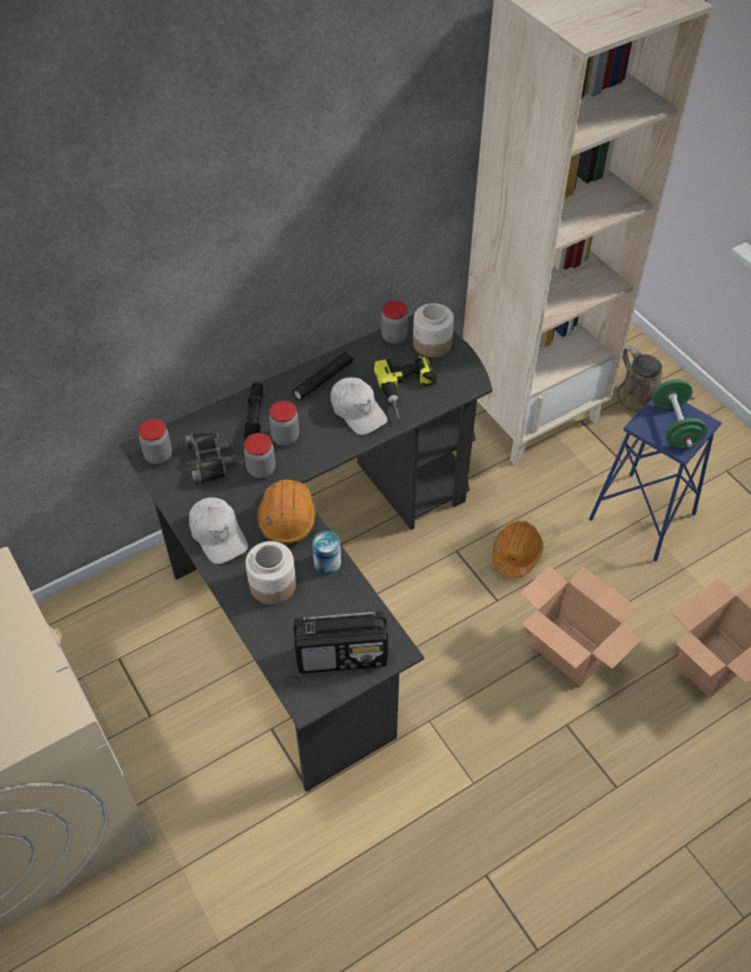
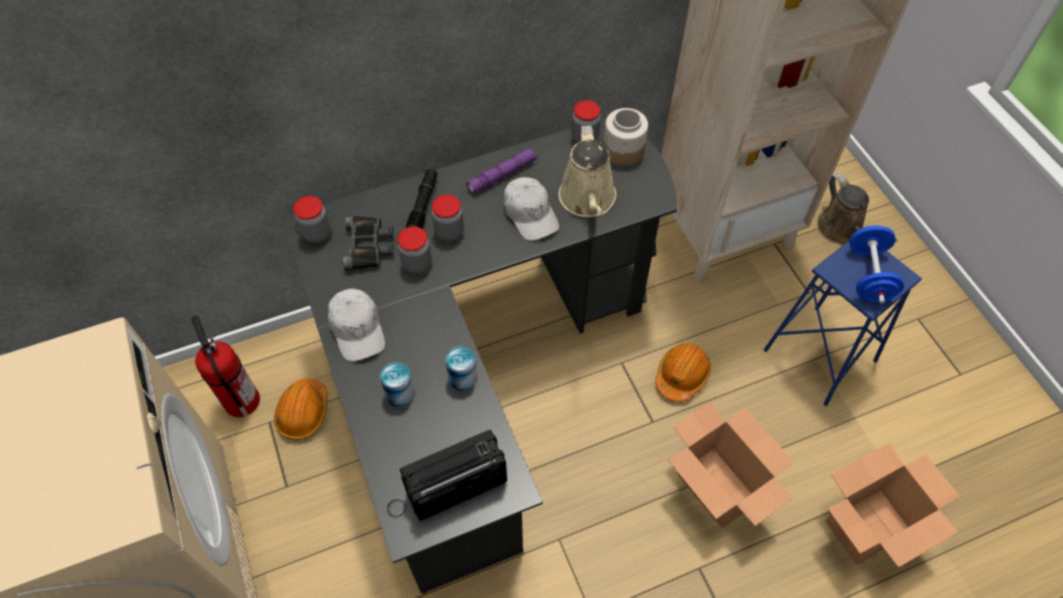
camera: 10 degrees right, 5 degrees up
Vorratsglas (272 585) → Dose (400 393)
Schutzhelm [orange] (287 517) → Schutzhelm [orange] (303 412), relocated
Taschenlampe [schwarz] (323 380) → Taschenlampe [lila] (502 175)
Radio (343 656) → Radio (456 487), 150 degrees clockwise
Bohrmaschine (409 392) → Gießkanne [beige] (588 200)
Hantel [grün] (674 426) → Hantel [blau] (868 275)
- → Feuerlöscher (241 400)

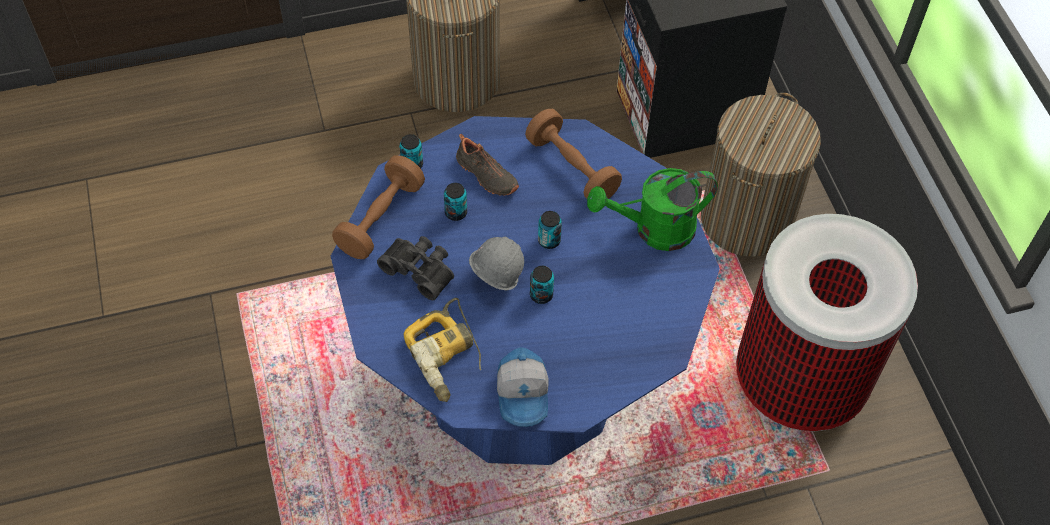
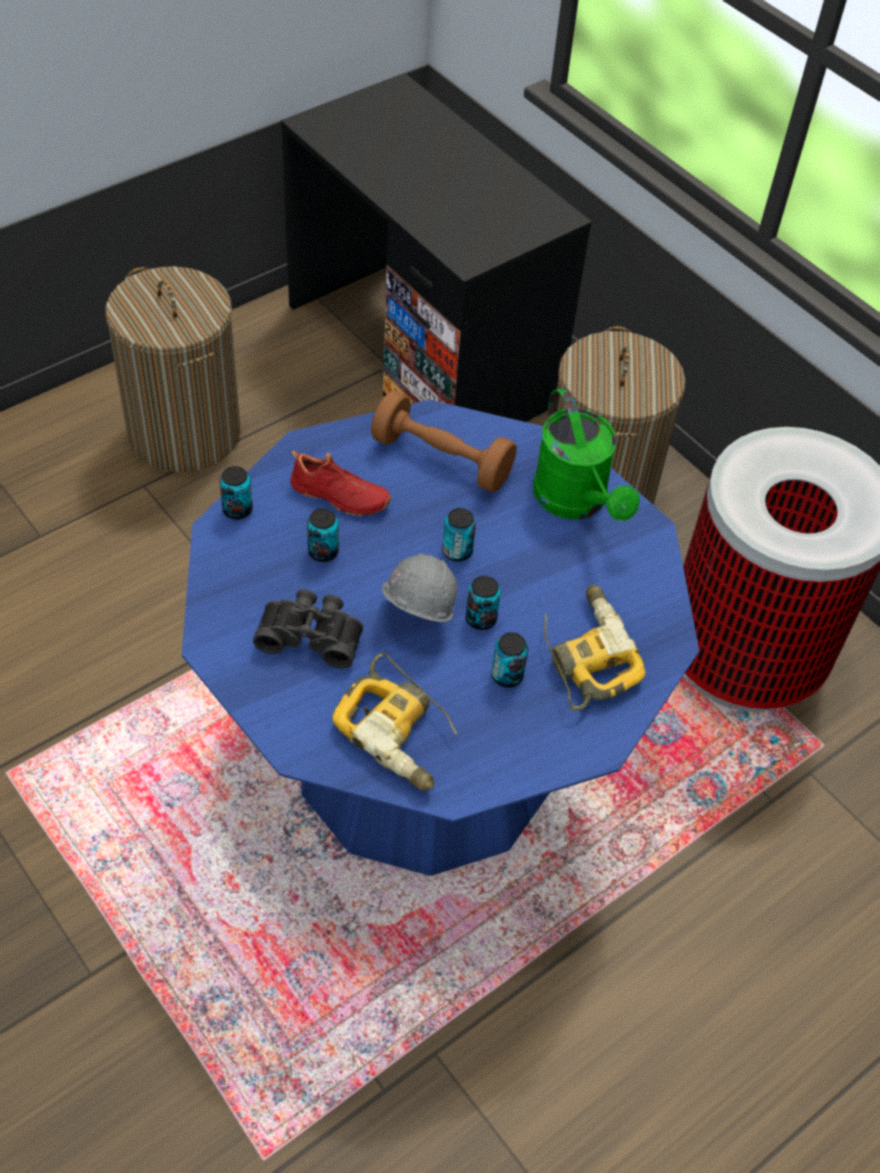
camera: 25 degrees left, 5 degrees down
Hantel [braun] (380 218) → -
Schuh [schwarz] (485 176) → Schuh [rot] (339 497)
Kappe (524 394) → -
Gießkanne [grün] (654 230) → Gießkanne [grün] (576 502), 75 degrees counterclockwise
- → Dose (507 676)
- → Bohrmaschine (585 654)

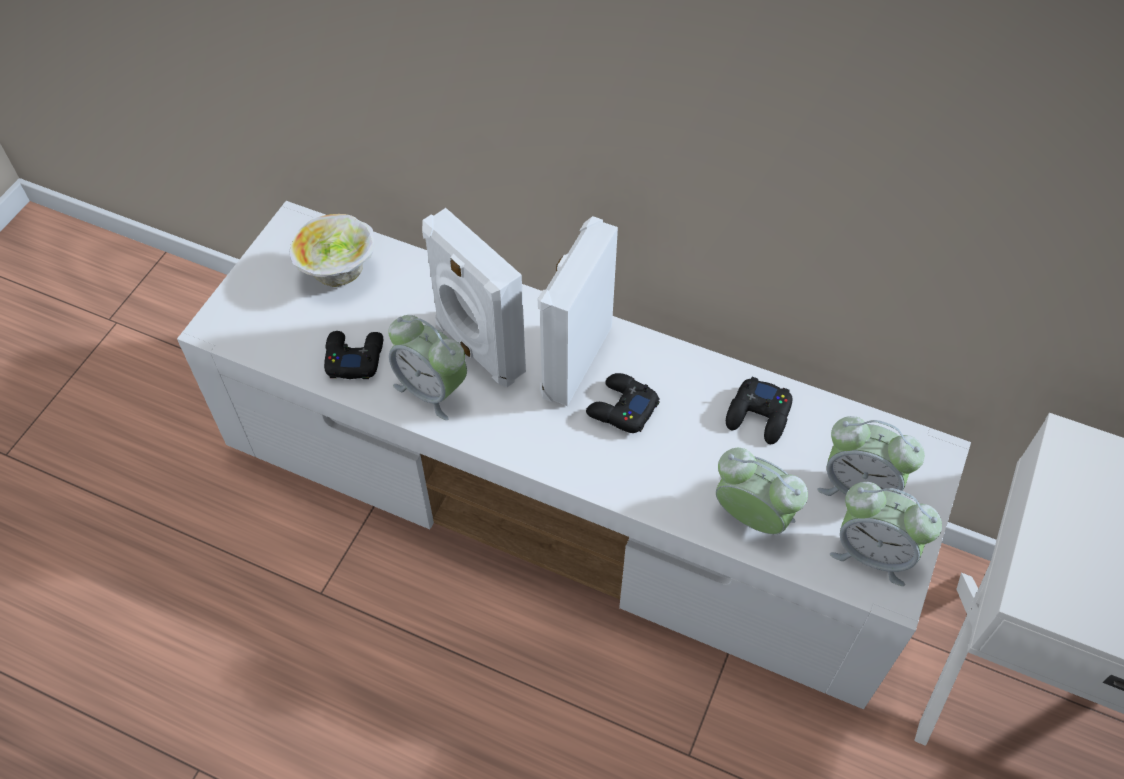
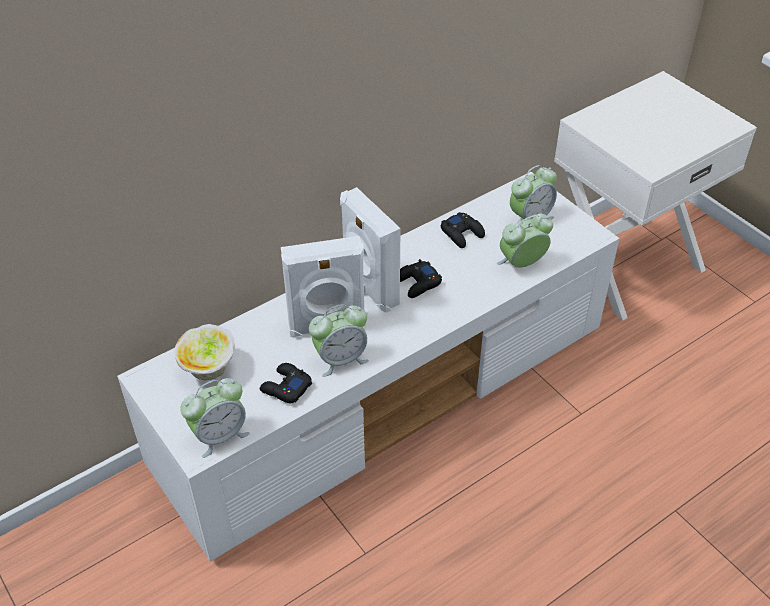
camera: 60 degrees left, 10 degrees down
Wecker (873 553) → Wecker (219 435), relocated

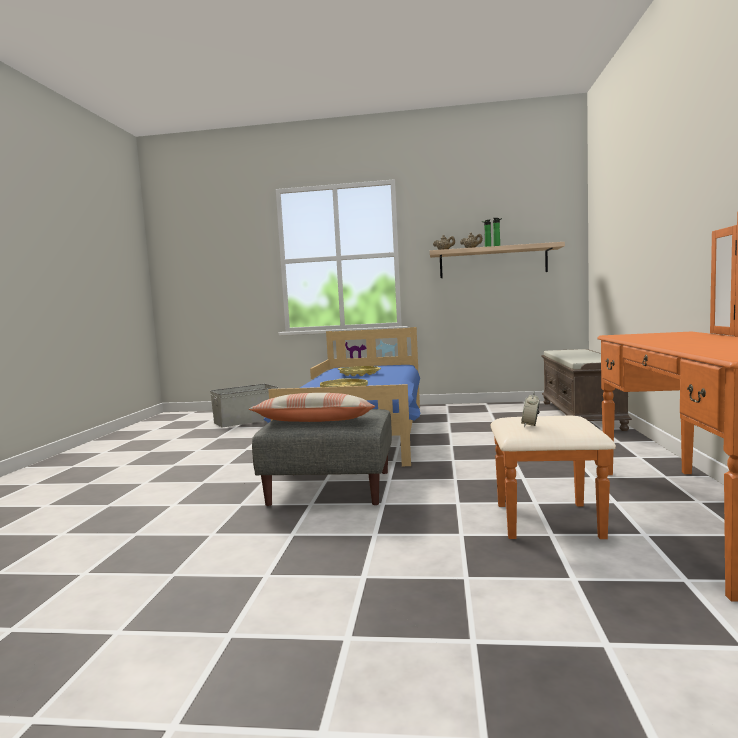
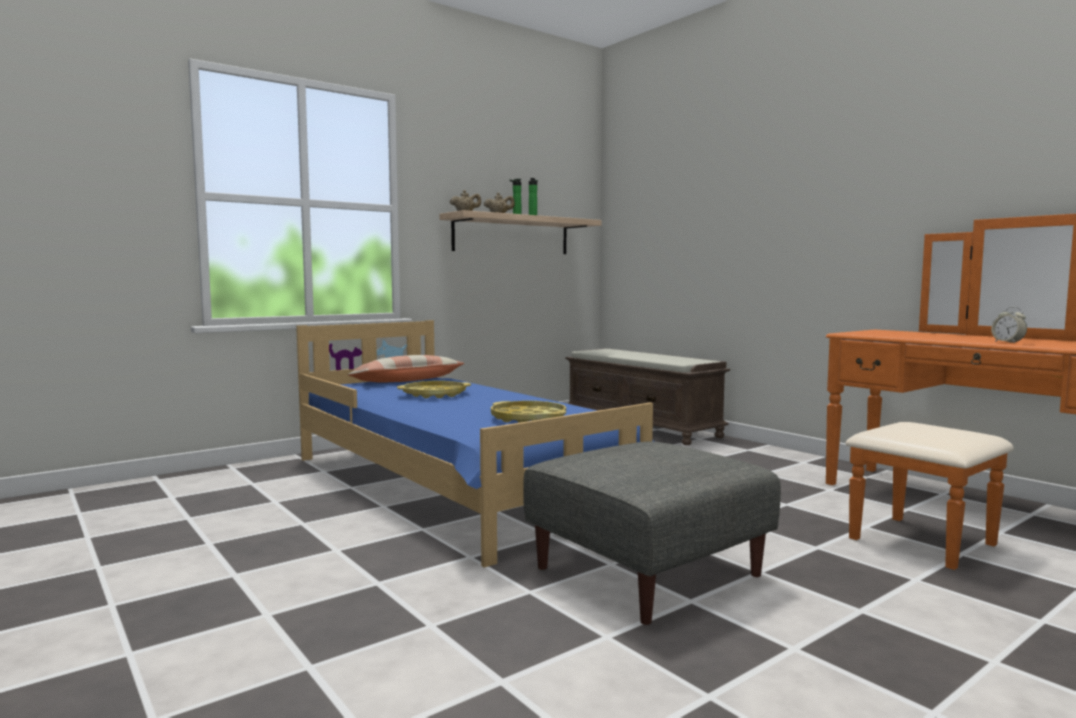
camera: 45 degrees left, 0 degrees up
Aufbewahrungsbox [grau] (246 420) → -
Kissen (315 421) → Kissen (407 381), relocated
Wecker (530 425) → Wecker (1008 342), relocated

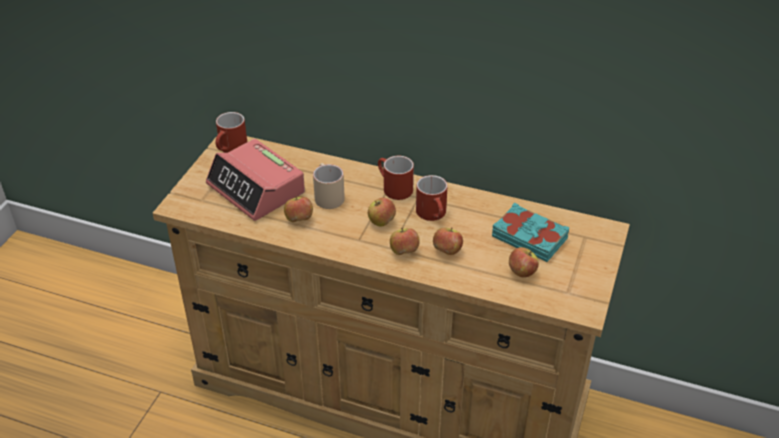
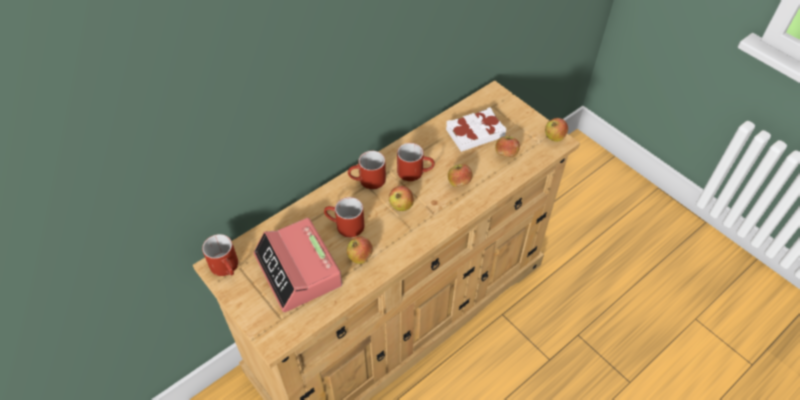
camera: 60 degrees left, 10 degrees up
Wecker (256 189) → Wecker (298 271), 75 degrees clockwise
Henkelbecher [beige] (326 196) → Henkelbecher [rot] (344 226)
Apfel (404 251) → Apfel (554 137), relocated
Buch [türkis] (530 237) → Buch [weiß] (474 133)

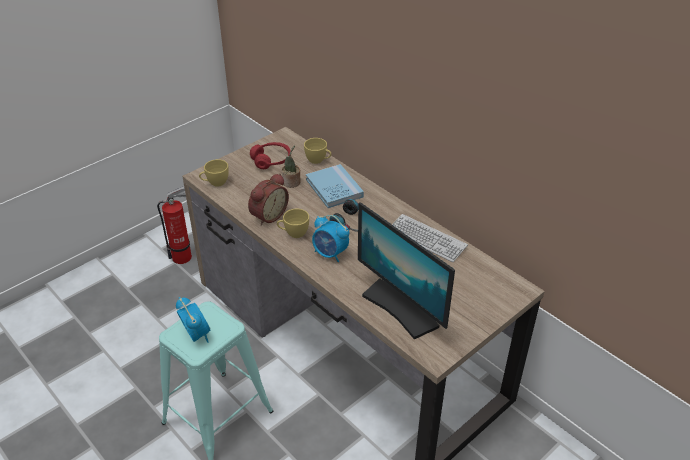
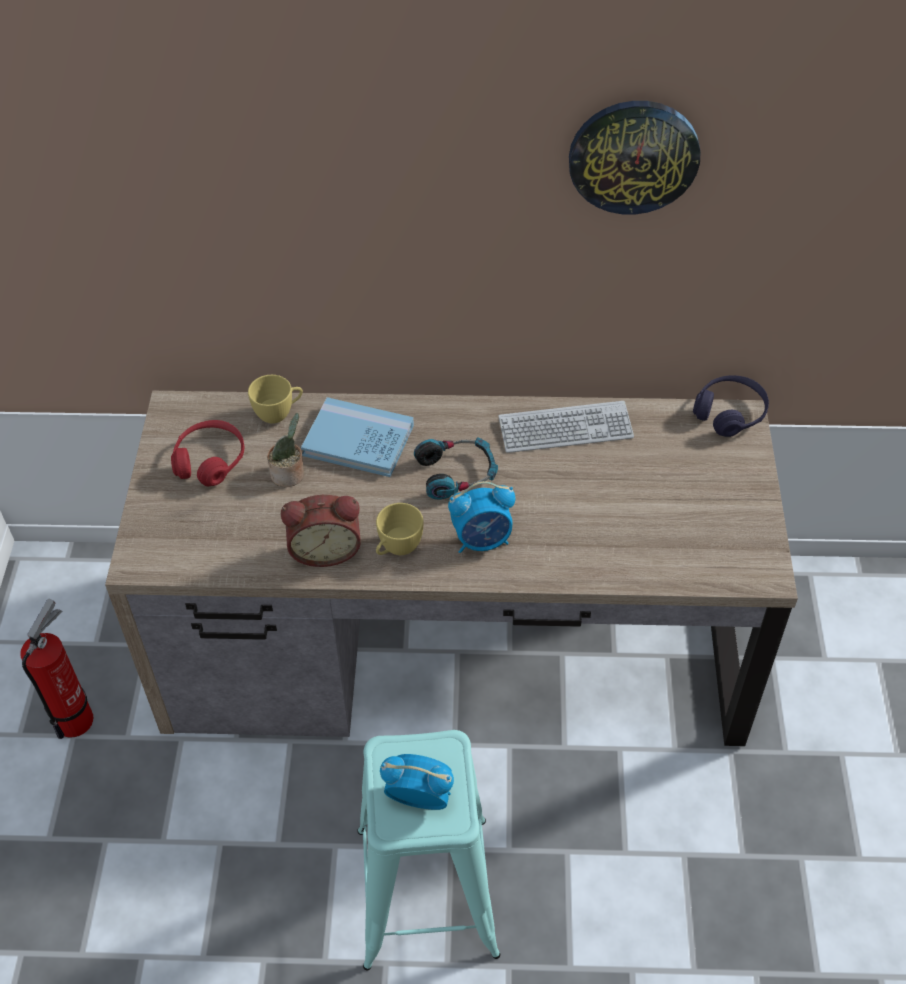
camera: 45 degrees left, 10 degrees up
Tasse [gelb] (215 183) → -
Wecker (268 215) → Wecker (325 549), 90 degrees clockwise
Monitor (401 308) → -
- → Wanduhr (633 156)
- → Kopfhörer [lila] (729 413)

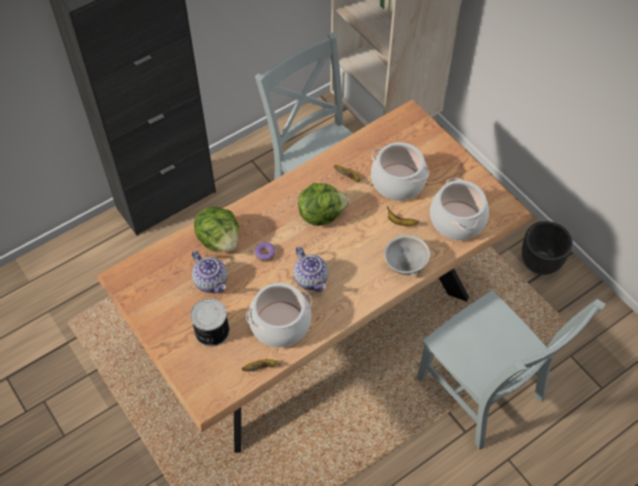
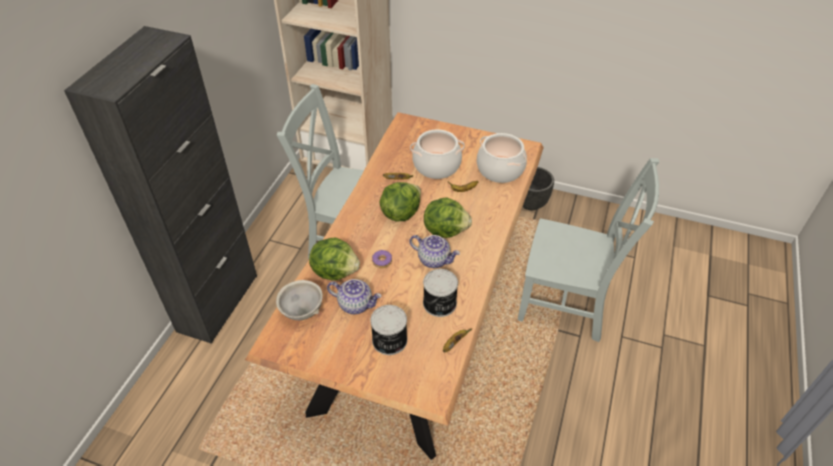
camera: 35 degrees left, 10 degrees down
Kochtopf (280 324) → Dose (440 304)
Schüssel [grau] (405 265) → Schüssel [grau] (302 312), relocated
- → Salatkopf (445 230)

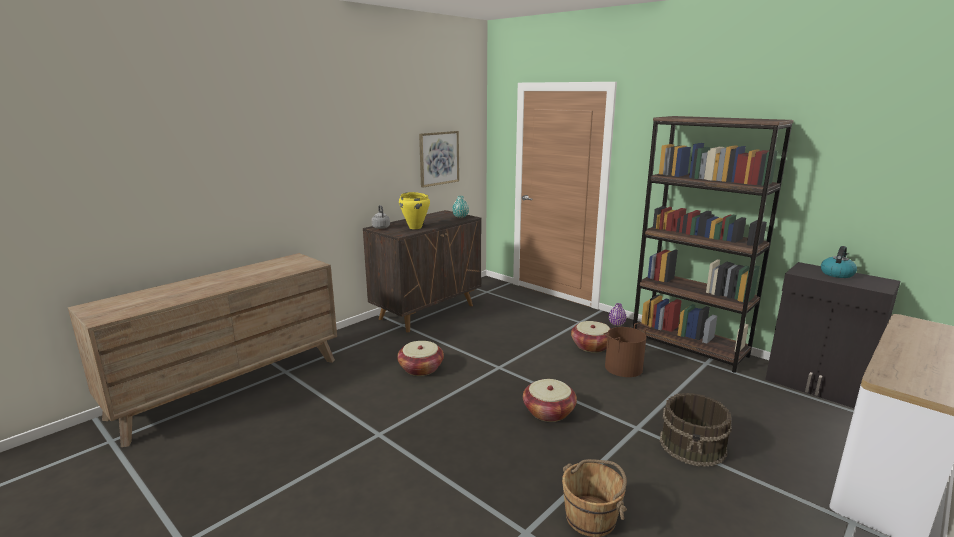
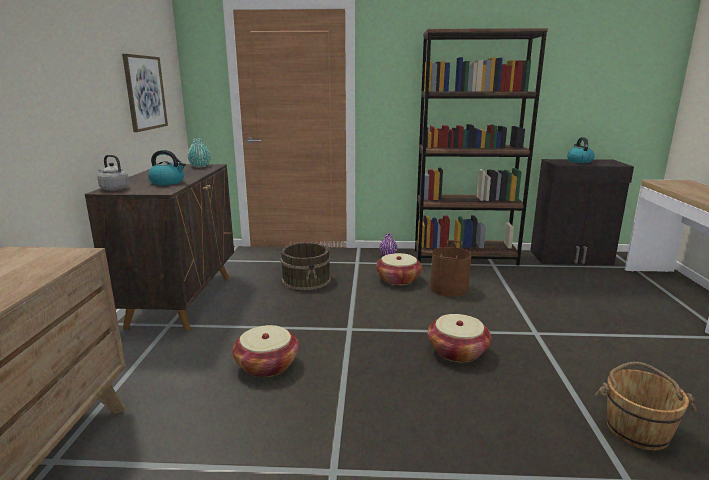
camera: 40 degrees left, 0 degrees up
Kochtopf [gelb] (415 227) → Wasserkessel (168 182)
Eimer [braun] (693 445) → Eimer [braun] (306 279), relocated

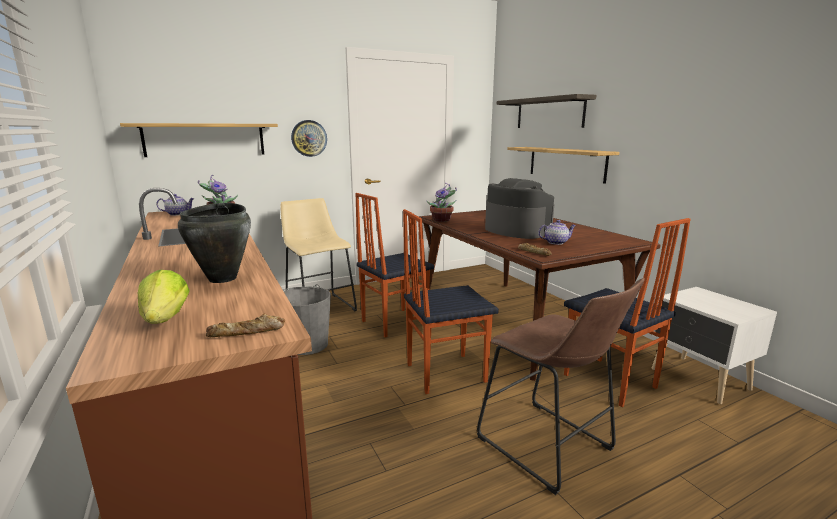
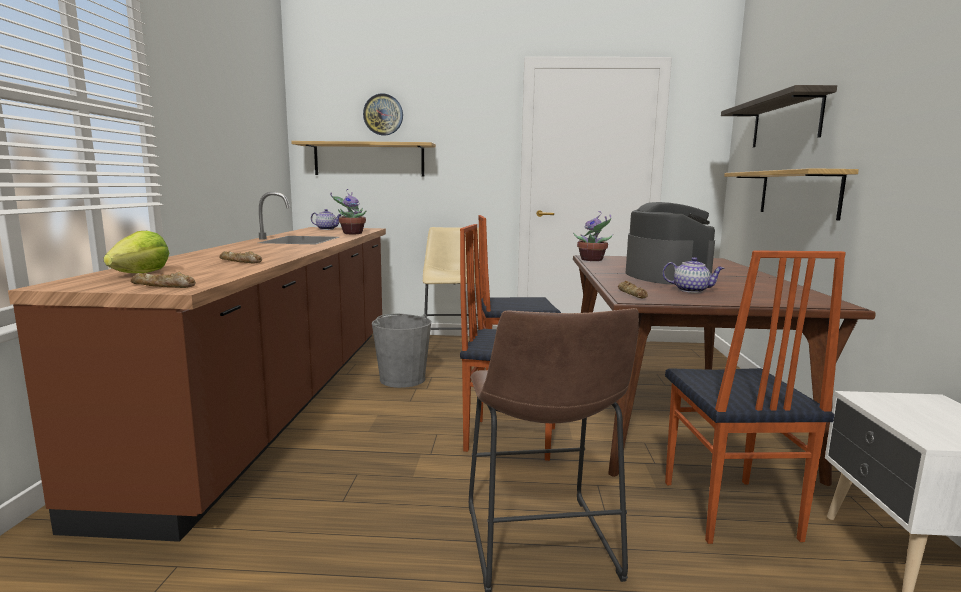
camera: 30 degrees right, 5 degrees down
Kochtopf [schwarz] (223 278) → Brot (240 261)
Wanduhr (309 138) → Wanduhr (383 114), relocated

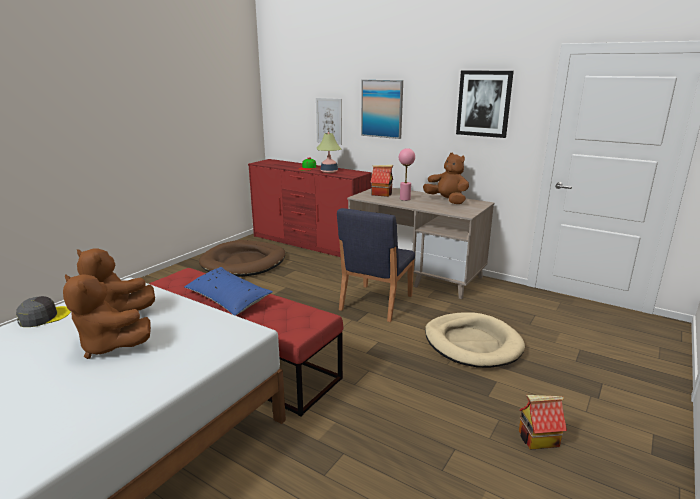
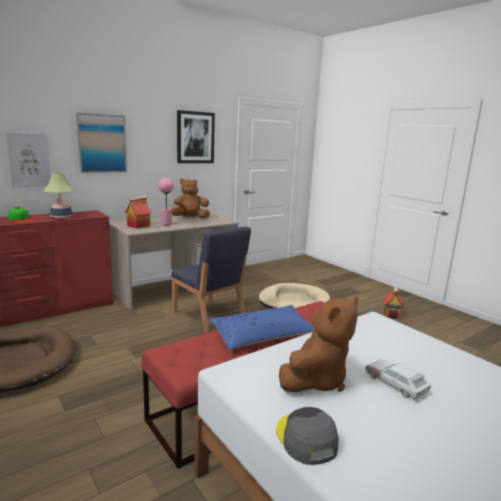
camera: 70 degrees left, 5 degrees down
Plüschtier [braun] (109 346) → Spielzeugauto (396 384)

